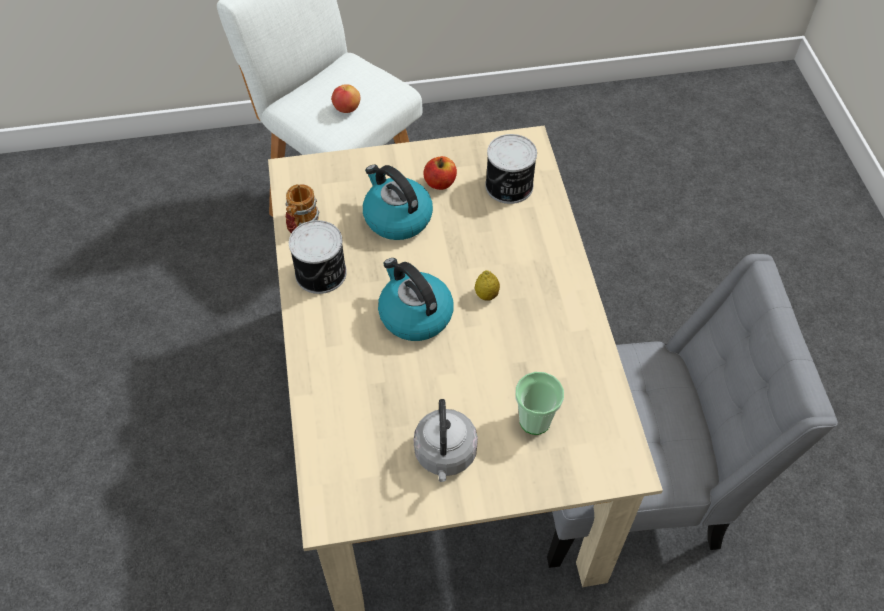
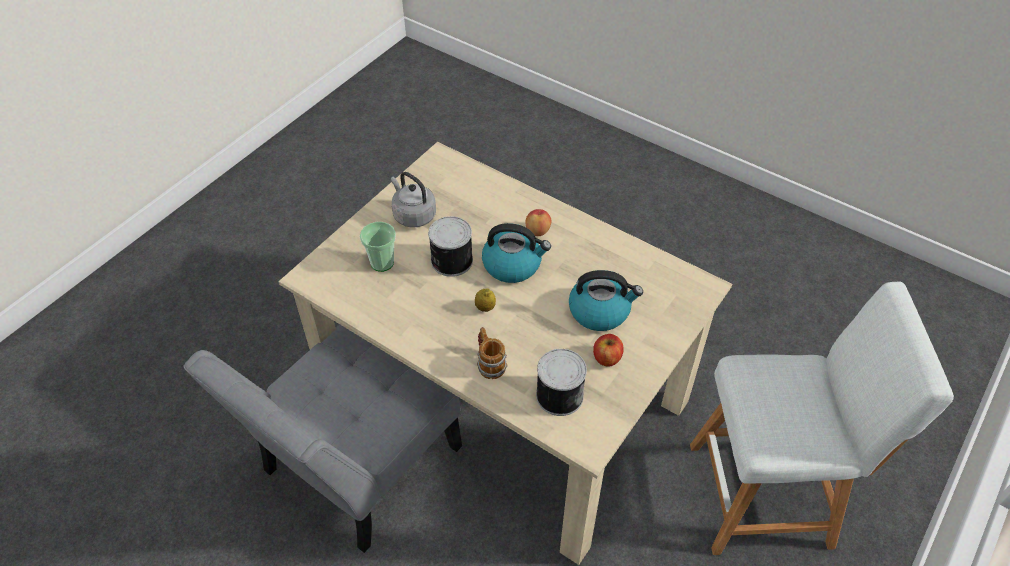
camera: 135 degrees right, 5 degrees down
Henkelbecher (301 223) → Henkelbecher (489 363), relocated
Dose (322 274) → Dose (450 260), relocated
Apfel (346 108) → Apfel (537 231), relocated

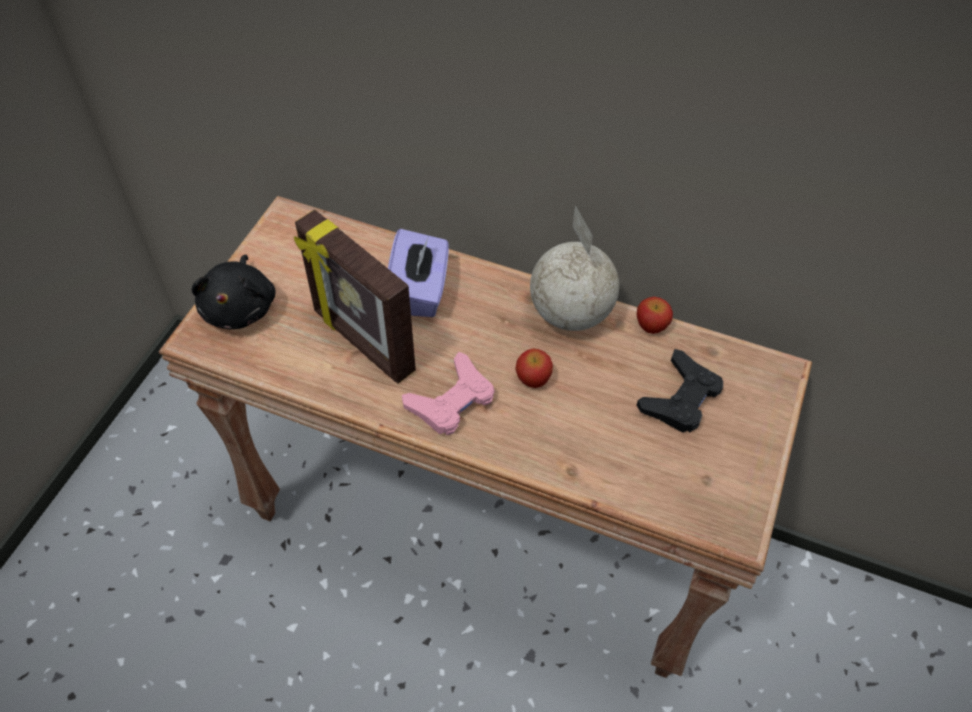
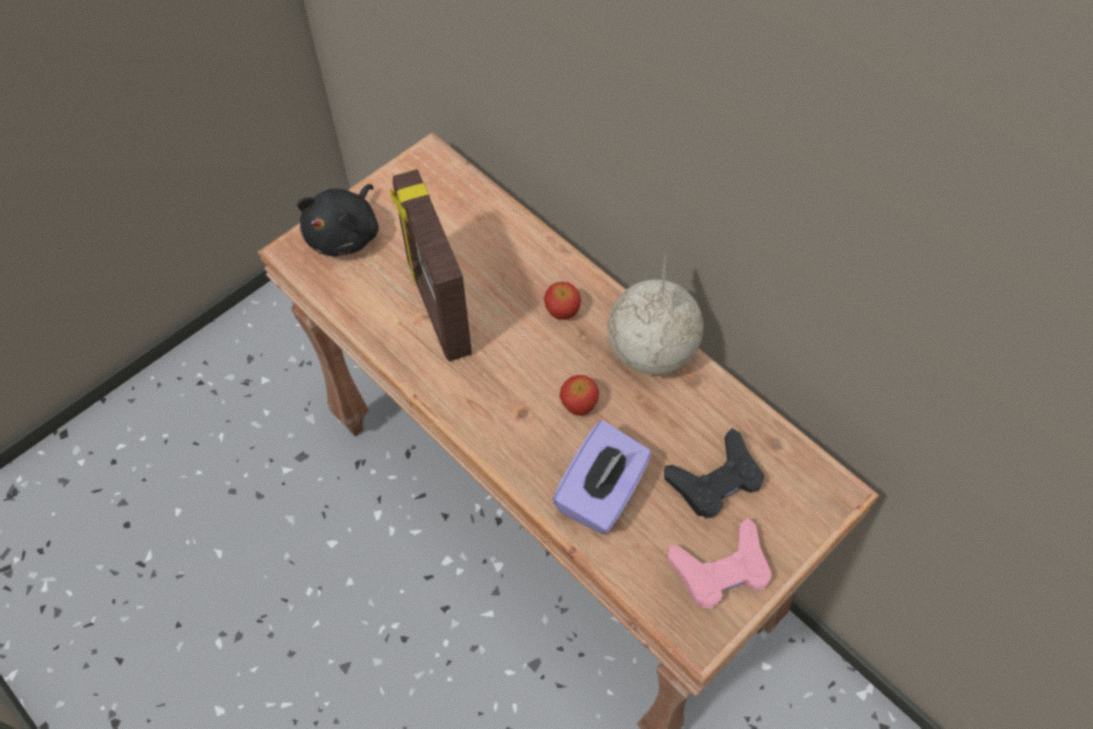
camera: 25 degrees right, 5 degrees up
Taschentuchbox [lila] (419 291) → Taschentuchbox [lila] (601 493), relocated
Gamepad [rosa] (451 401) → Gamepad [rosa] (721 569), relocated
Apfel (651 326) → Apfel (562 311), relocated

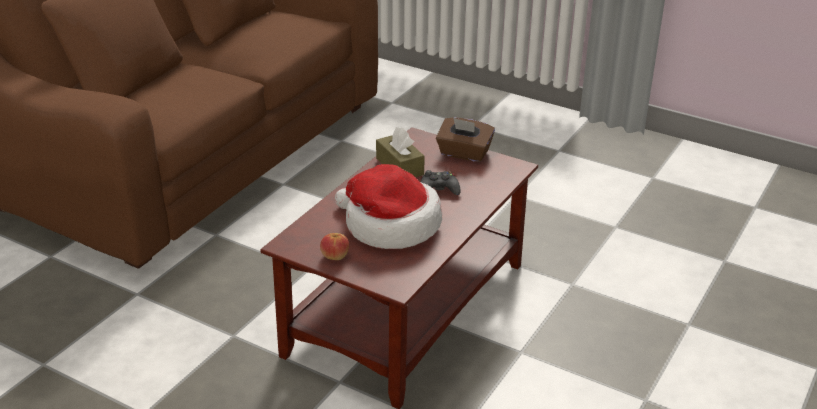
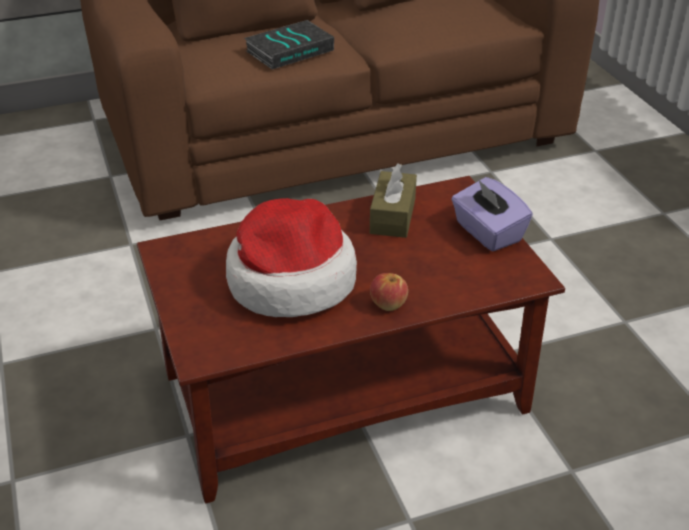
camera: 40 degrees right, 5 degrees up
Apfel (334 256) → Apfel (388 303), relocated
Gamepad [schwarz] (439 189) → -
Taschentuchbox [braun] (464 153) → Taschentuchbox [lila] (487 232)
- → Buch (289 50)

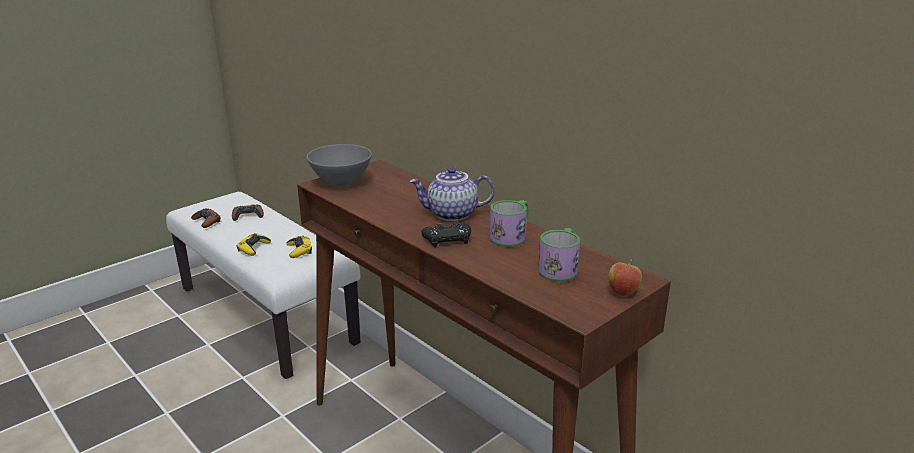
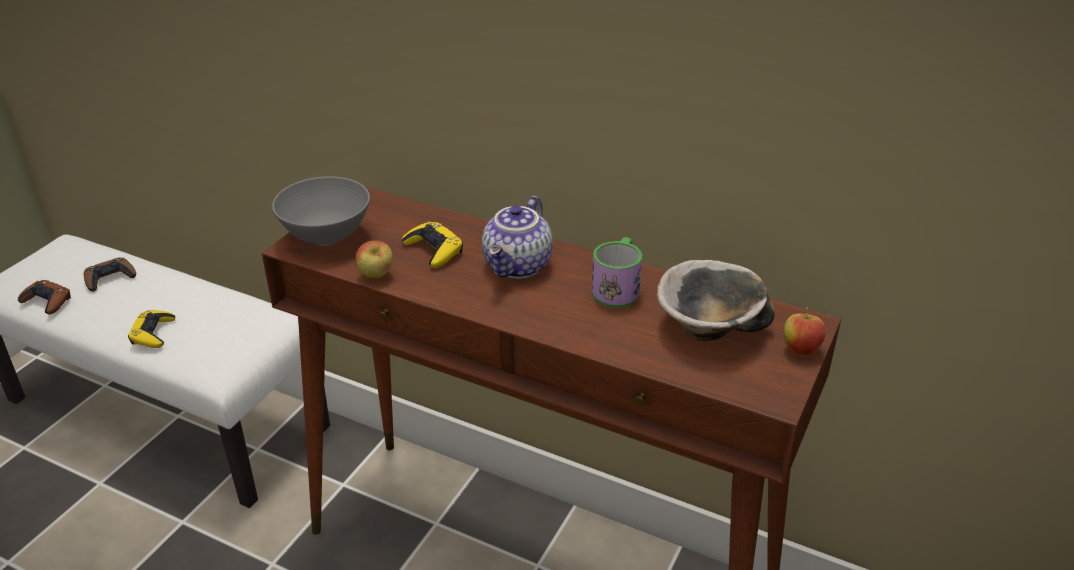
camera: 20 degrees left, 10 degrees up
Gamepad [gelb] (299 250) → Gamepad [gelb] (434 250), relocated
Teekanne (451 214) → Teekanne (519 266), 45 degrees counterclockwise
Gamepad [schwarz] (447 239) → -
Henkelbecher (560 269) → Schüssel (708 328)
- → Apfel (376 276)

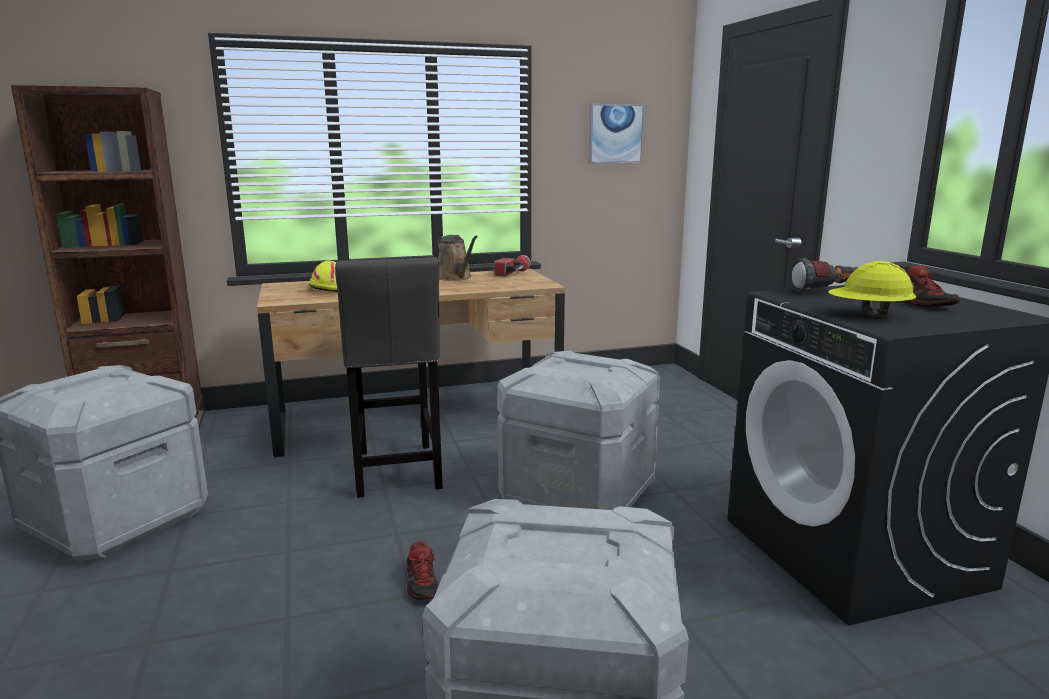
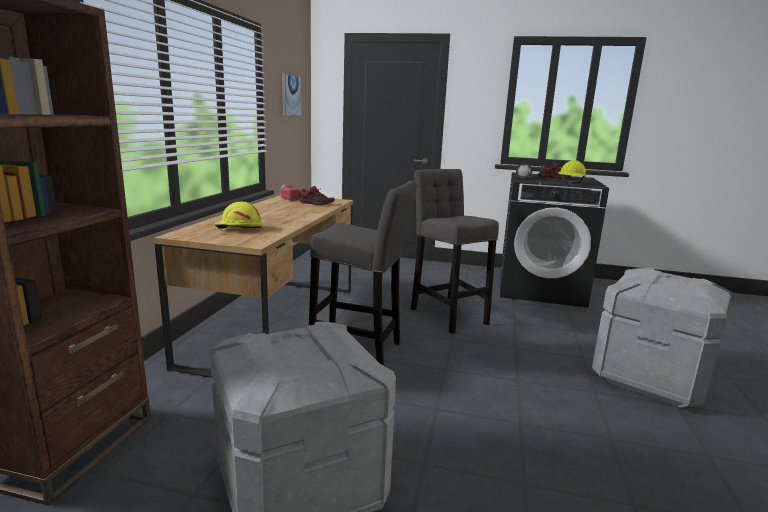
camera: 60 degrees left, 0 degrees up
Schuh (423 583) → Schuh (316 203), relocated
Gießkanne [braun] (455 278) → -
Aufbewahrungsbox [grau] (578 495) → Hocker [grau] (447 314)

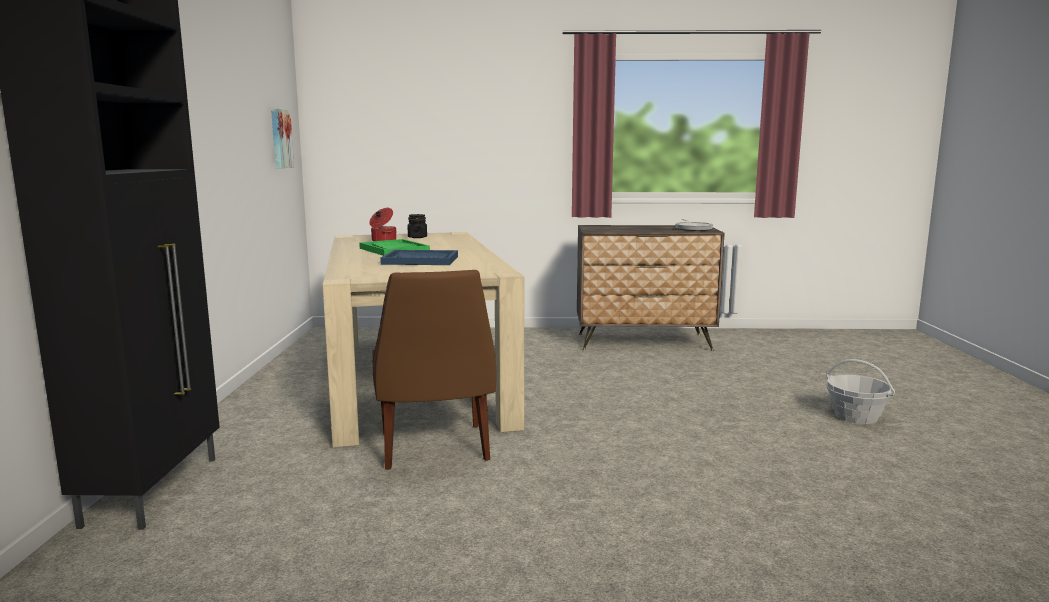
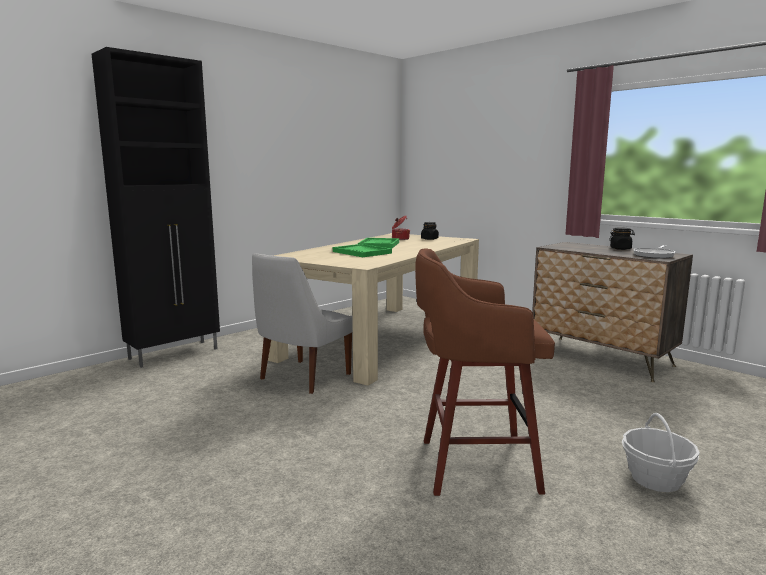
camera: 45 degrees right, 0 degrees up
Bild (280 138) → -
Stuhl [braun] (434 448) → Stuhl [weiß] (303 377)
Tablett [blau] (421 260) → Tablett [grün] (362 252)
- → Hocker [braun] (473 465)
- → Vorratsglas [schwarz] (620 248)

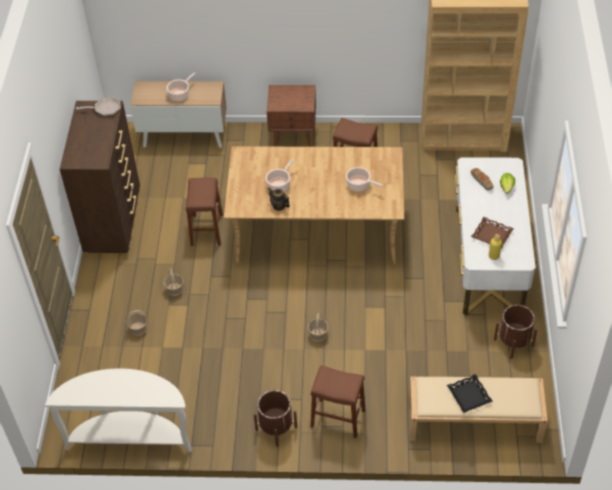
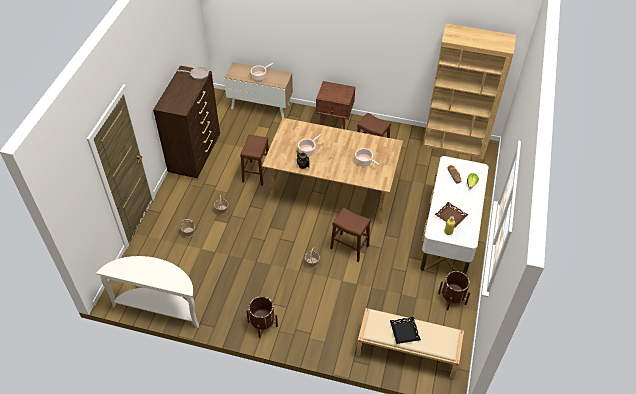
camera: 10 degrees right, 0 degrees up
Hocker [braun] (338 418) → Hocker [braun] (349 247), relocated

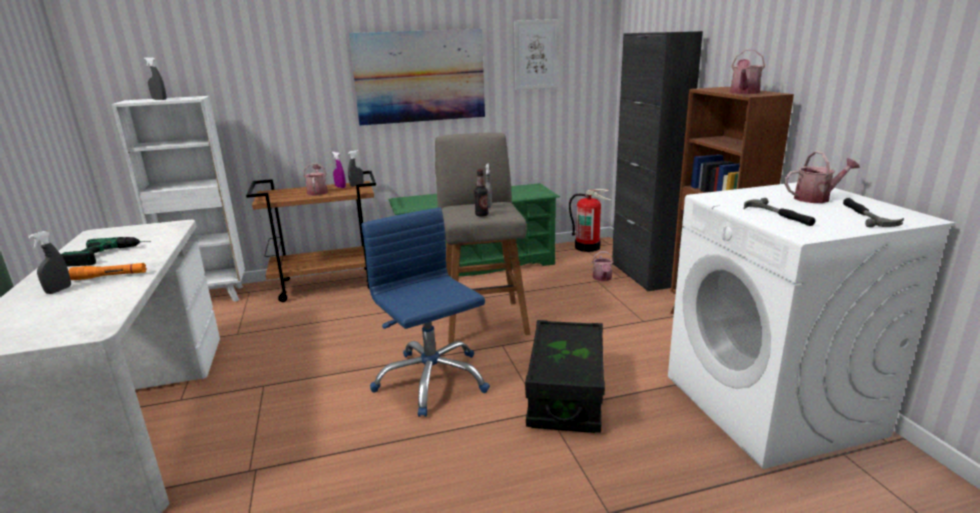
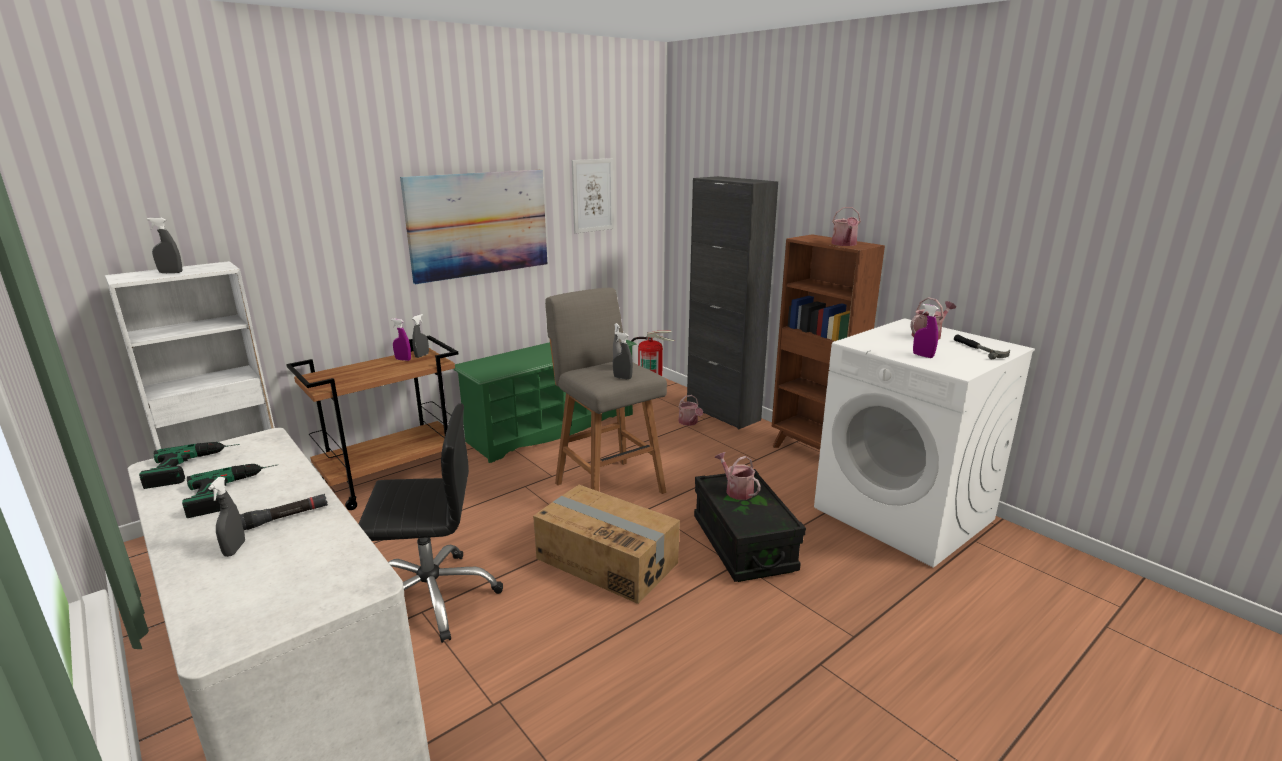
camera: 25 degrees left, 0 degrees up
Taschenlampe [orange] (110 276) → Taschenlampe [schwarz] (282 519)
Gießkanne (317 192) → Gießkanne (736 490), relocated
Bürostuhl [blau] (431 380) → Karton (607 560)
Flasche (481 215) → Sprühflasche [grau] (622 378)
Hammer (778 215) → Sprühflasche [lila] (923 356)
- → Bohrmaschine (194 467)
- → Bürostuhl [schwarz] (432 597)

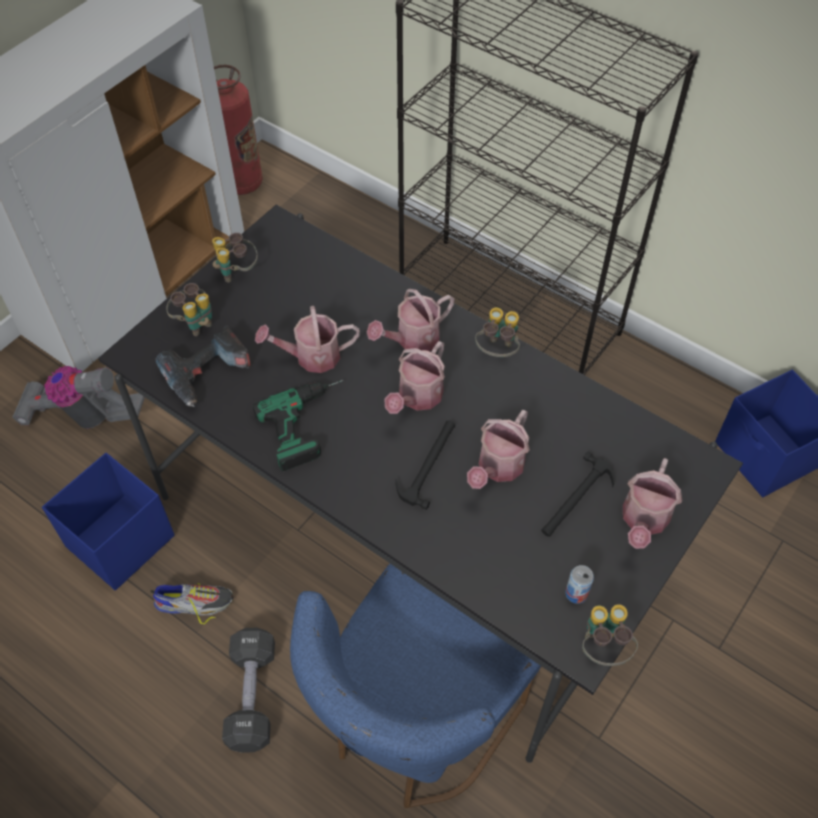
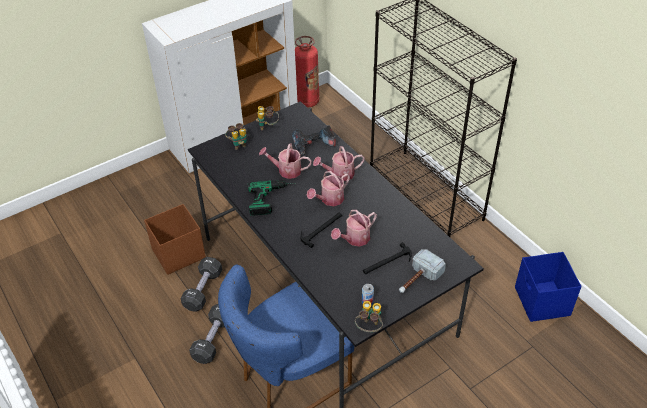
camera: 20 degrees right, 10 degrees down
Staubsauger (83 416) → -
Aufbewahrungsbox [blau] (119 542) → Aufbewahrungsbox [braun] (178 254)
Schuh (195 602) → Hantel [schwarz] (203 290)
Bohrmaschine (207 374) → Bohrmaschine (314 146), relocated
Fernglas (497 351) → -
Gießkanne (643 520) → Hammer (417 280)

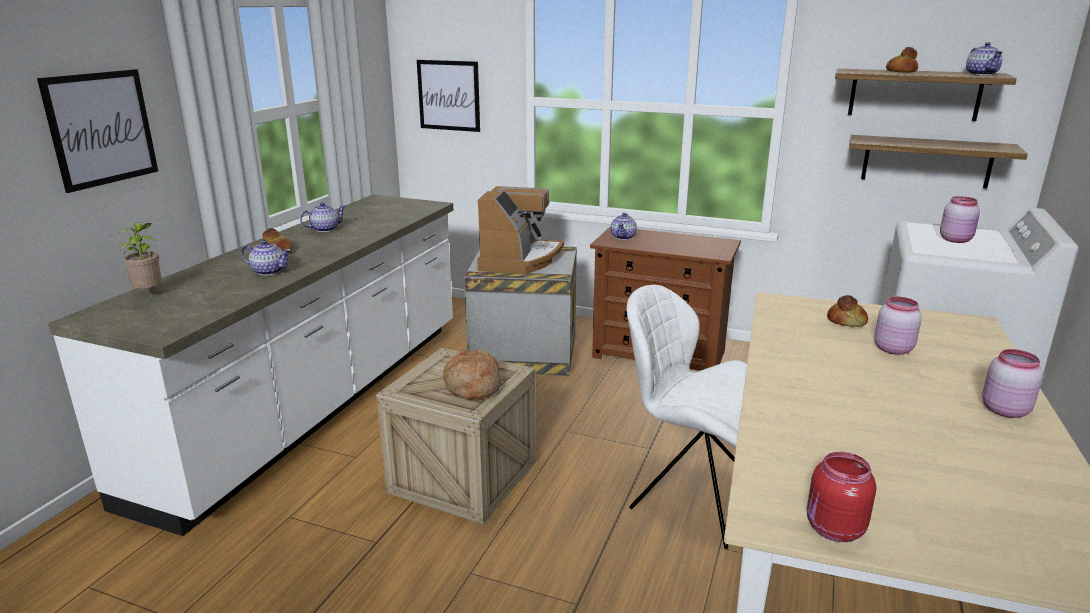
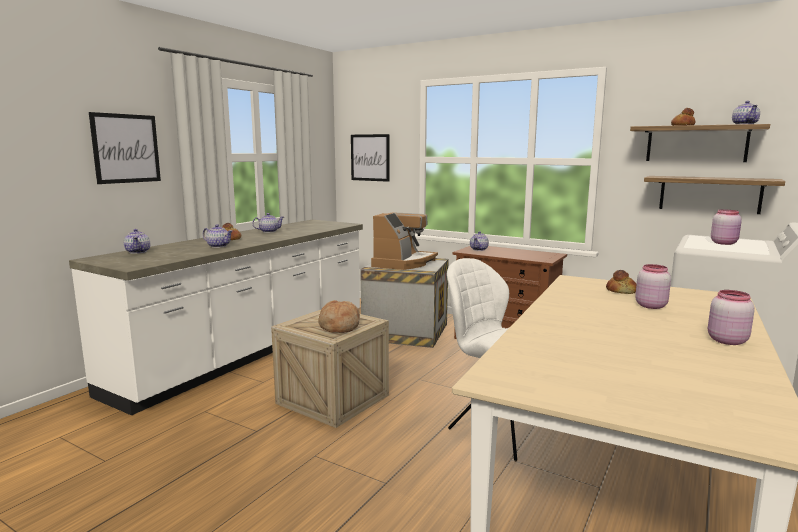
camera: 10 degrees right, 10 degrees down
Topfpflanze (150 294) → Teekanne (138 252)
Vorratsglas [rot] (833 529) → -

